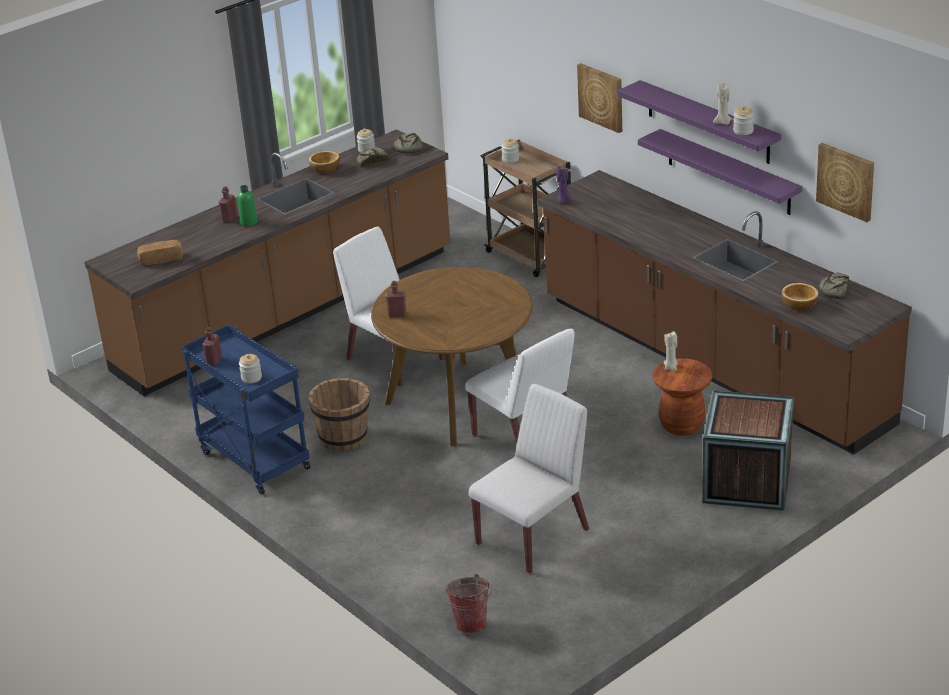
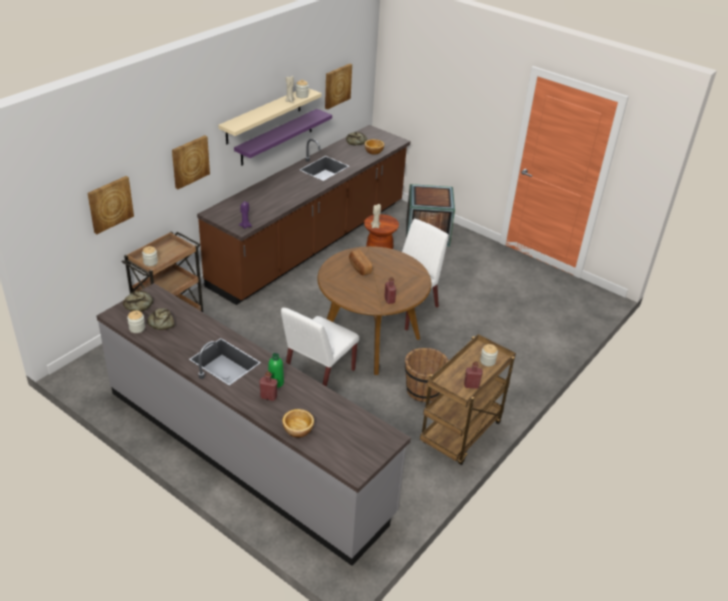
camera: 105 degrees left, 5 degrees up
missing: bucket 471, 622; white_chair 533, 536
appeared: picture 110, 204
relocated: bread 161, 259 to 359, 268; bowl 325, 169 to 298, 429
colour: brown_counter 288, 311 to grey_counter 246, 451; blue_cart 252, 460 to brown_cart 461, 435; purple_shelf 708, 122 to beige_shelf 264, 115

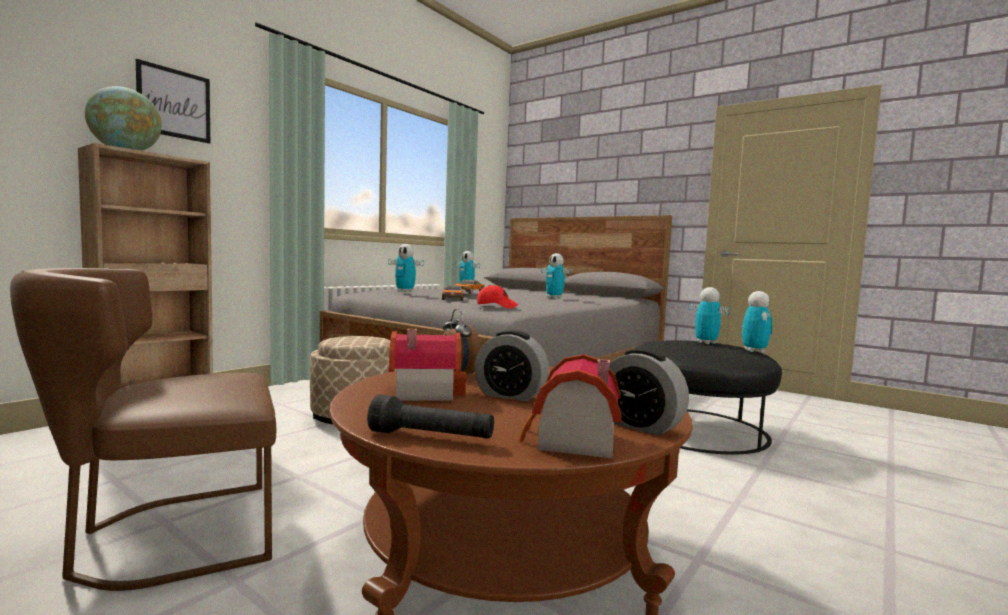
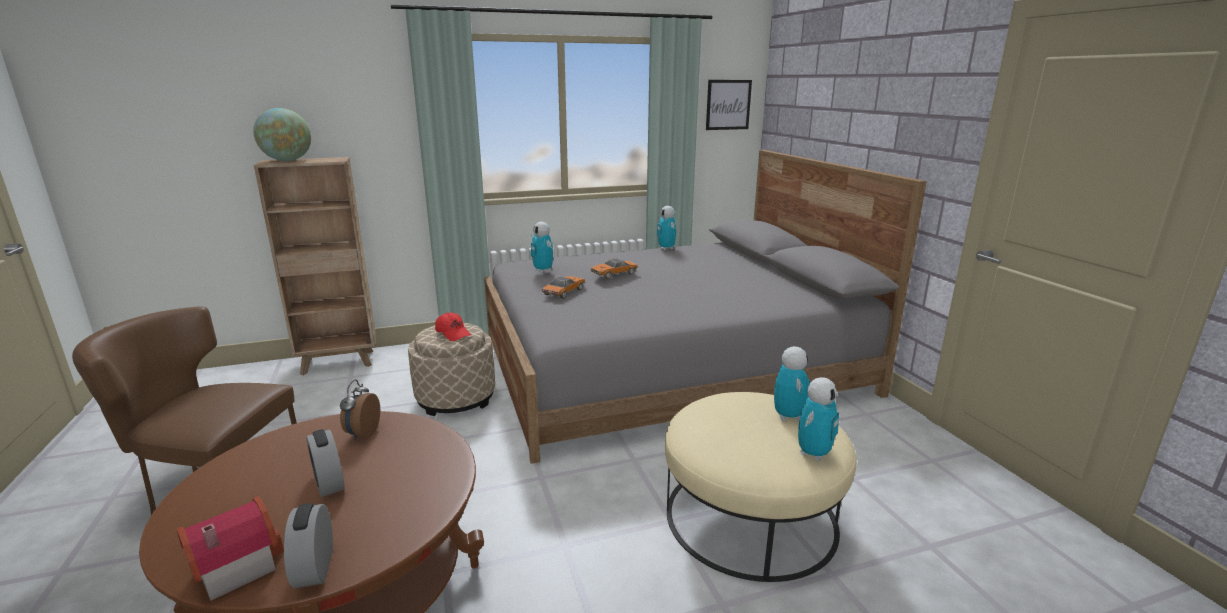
camera: 35 degrees right, 15 degrees up
missing: black_flashlight 431, 437; toy_house 422, 392; toy_robot 554, 298
relocated: picture 174, 103 to 728, 105; red_cap 497, 306 to 453, 333
colour: black_ottoman 696, 429 to beige_ottoman 750, 516

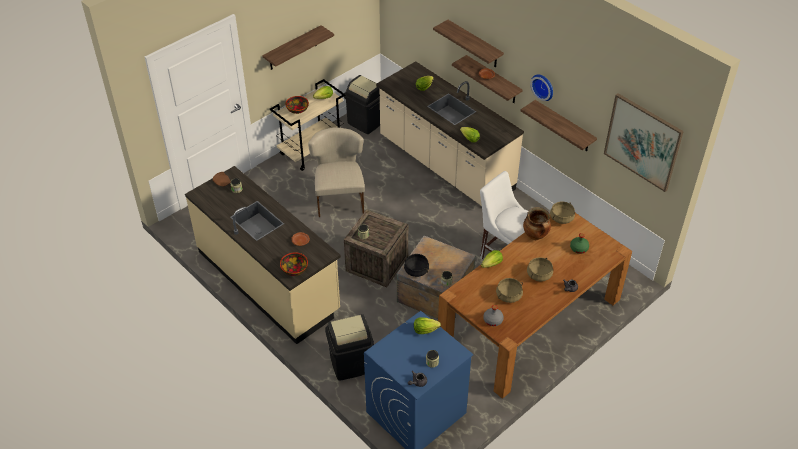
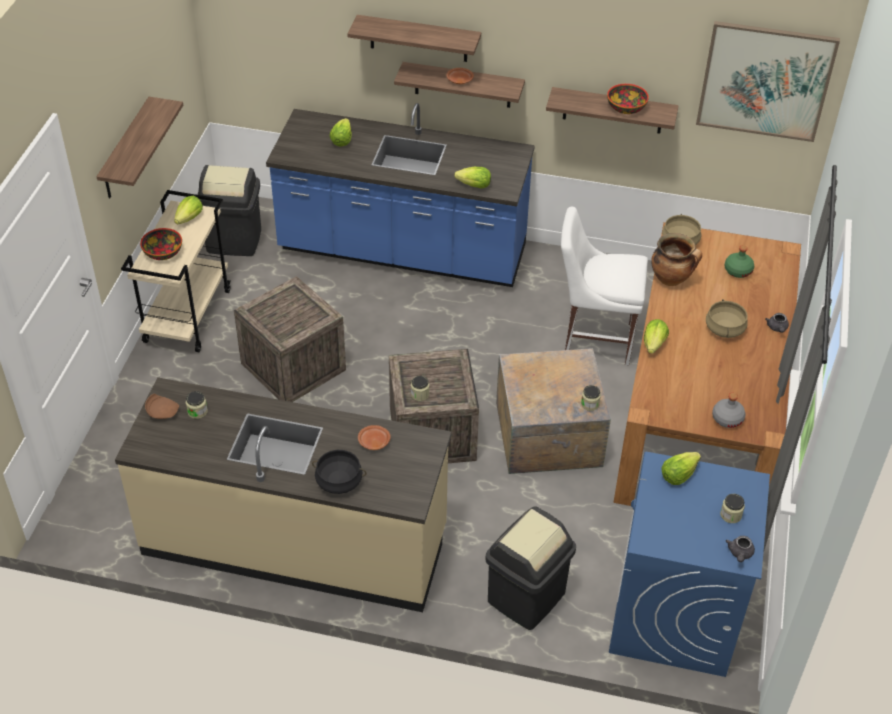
camera: 35 degrees left, 0 degrees up
missing: beige_cooking_pot 509, 296; wall_clock 543, 86
relocated: bowl 294, 269 to 626, 108; black_cooking_pot 416, 270 to 339, 481
exchanged: beige_chair 339, 198 to crate 293, 366
colour: beige_counter 445, 164 to blue_counter 402, 251

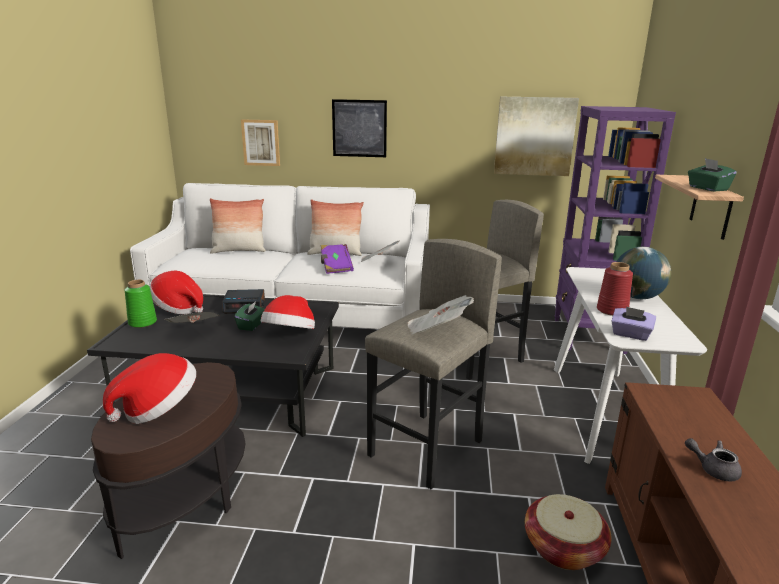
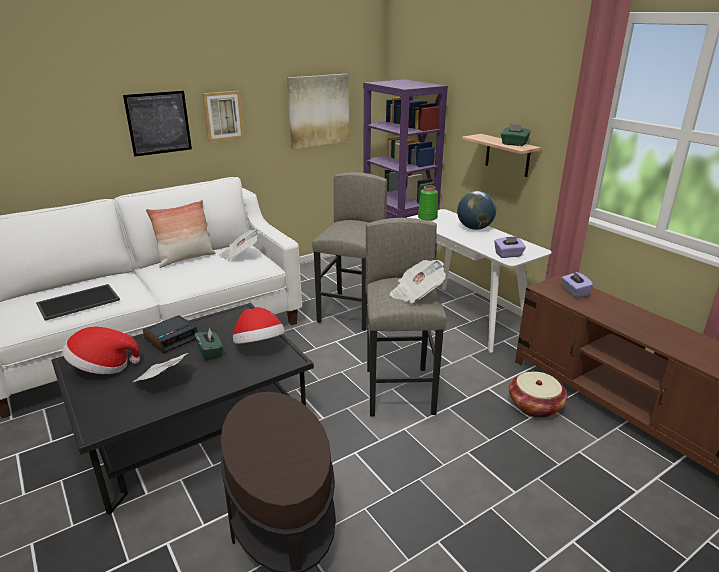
camera: 40 degrees left, 5 degrees up
missing: hat 158, 409; pillow 239, 251; purple_book 335, 267; red_vase 611, 310; grey_teapot 713, 469
appeared: tray 79, 301; purple_tissue_box 574, 292
relocated: green_vase 142, 322 to 427, 218; picture 261, 142 to 223, 116

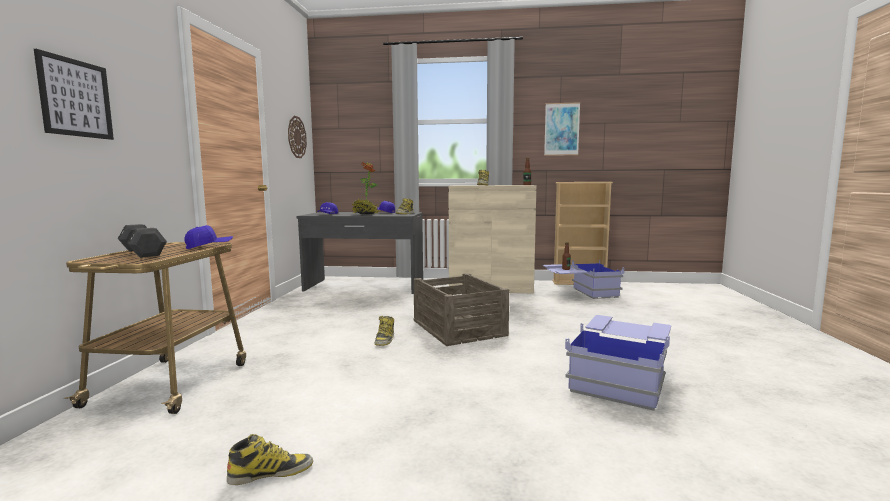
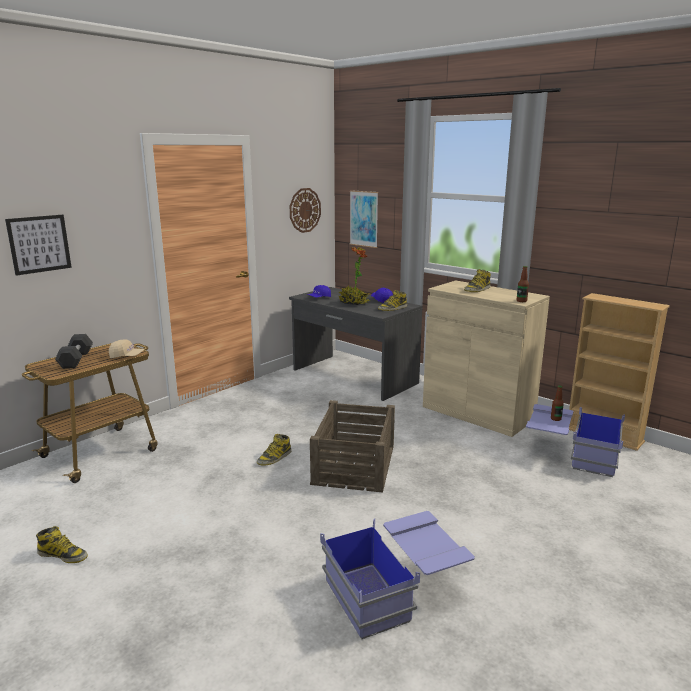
camera: 35 degrees right, 10 degrees up
relocated: picture 561, 129 to 363, 219
colour: blue_cap 209, 247 to beige_cap 127, 356

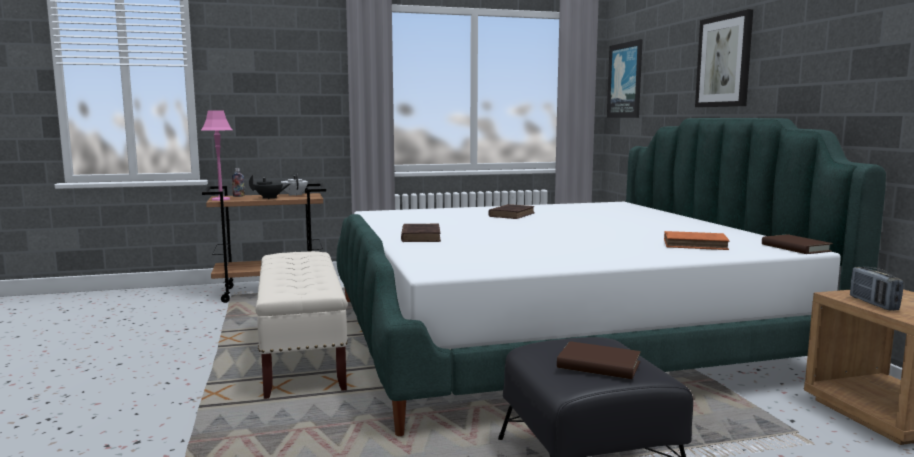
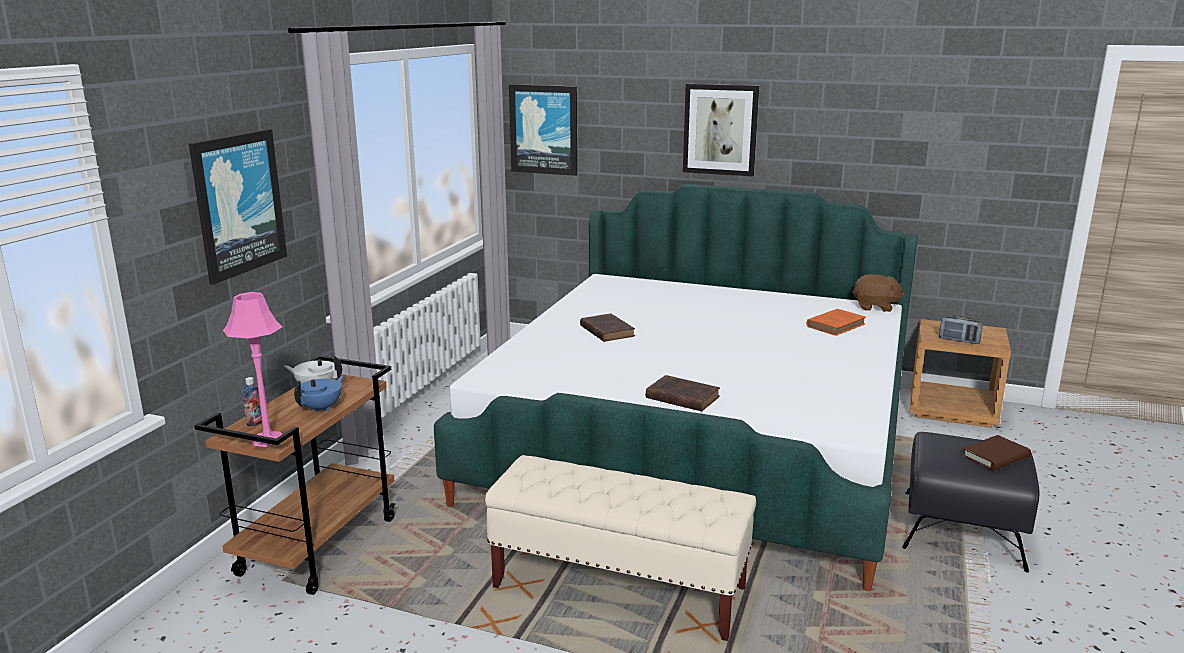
camera: 55 degrees left, 10 degrees up
appeared: picture 238, 204
exchanged: brown_book 795, 248 to brown_plush_toy 875, 307
colour: black_teapot 269, 198 to blue_teapot 322, 408

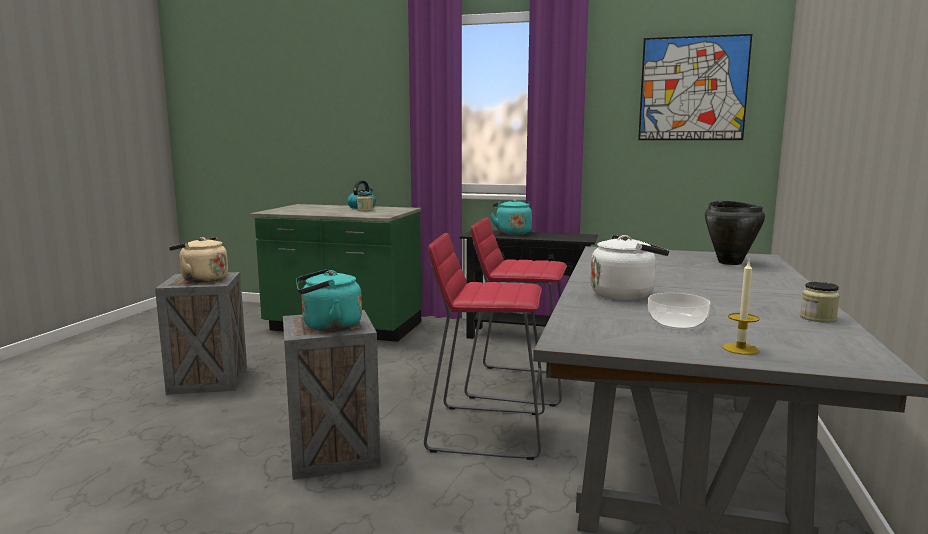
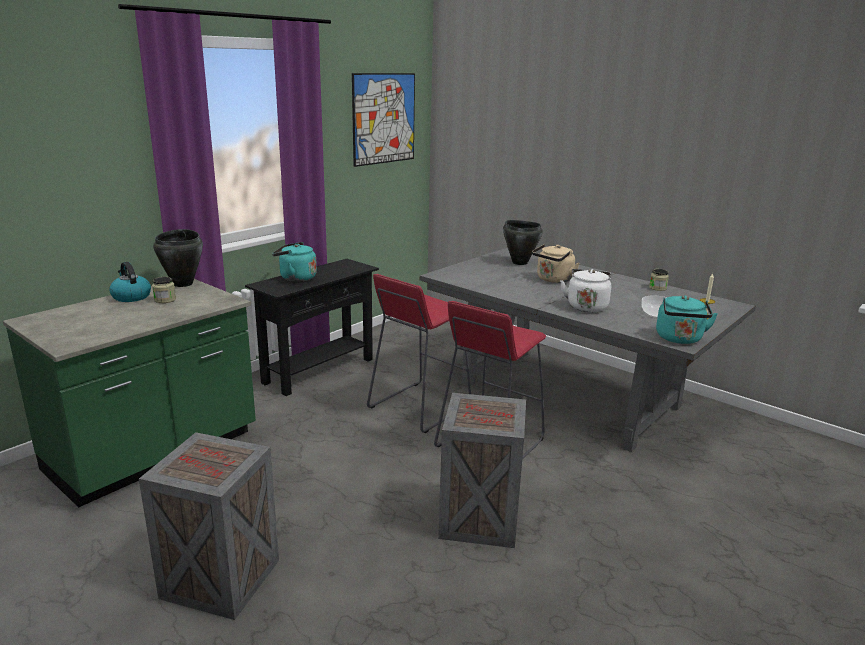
camera: 65 degrees left, 10 degrees up
appeared: black_cooking_pot 183, 284
relocated: beige_kettle 202, 279 to 553, 280; turquoise_kettle 328, 327 to 680, 339

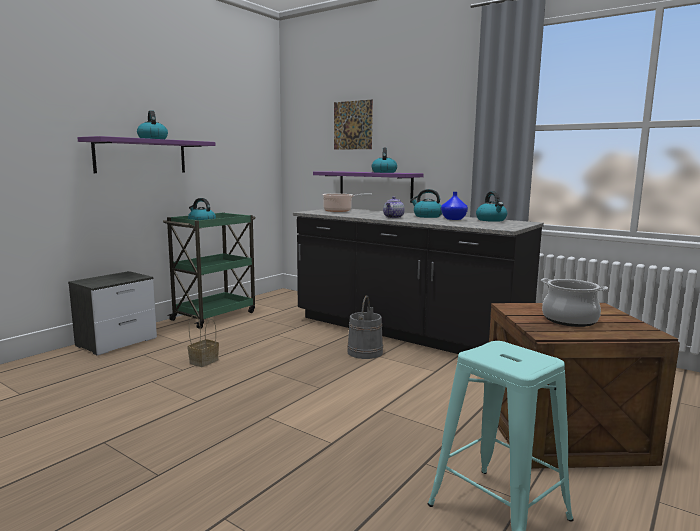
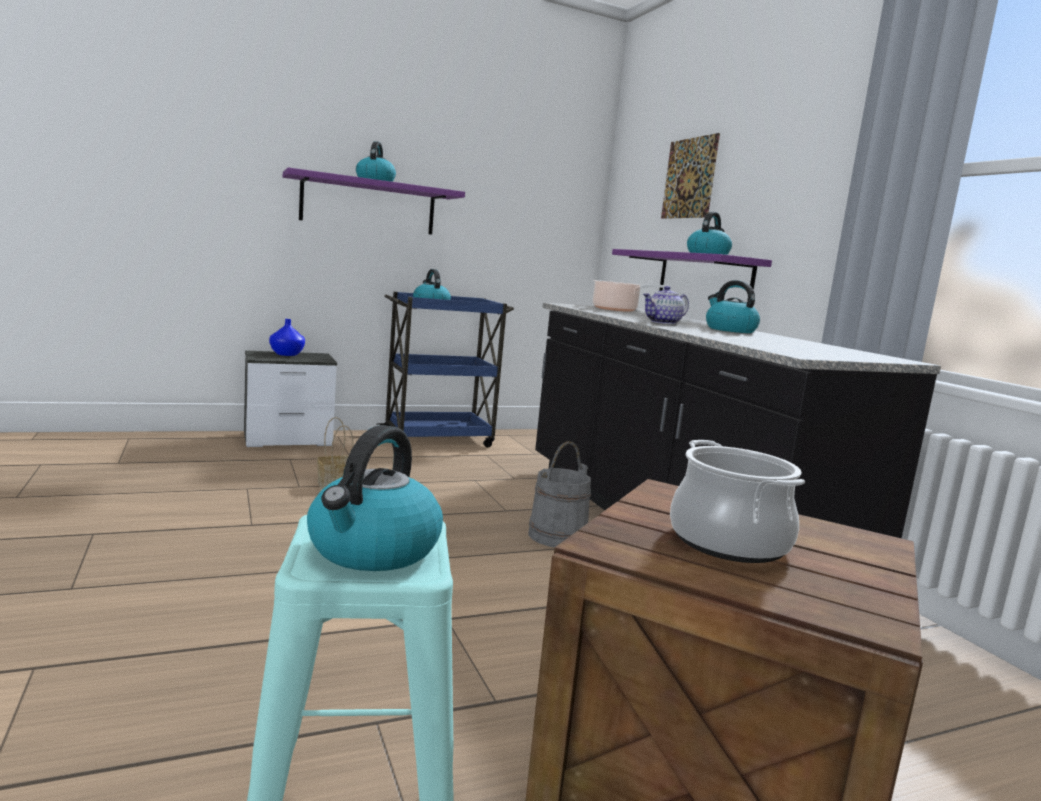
camera: 30 degrees right, 0 degrees up
relocated: blue_vase 453, 219 to 286, 354; kettle 491, 220 to 373, 550
colour: green_cart 215, 315 to blue_cart 438, 439

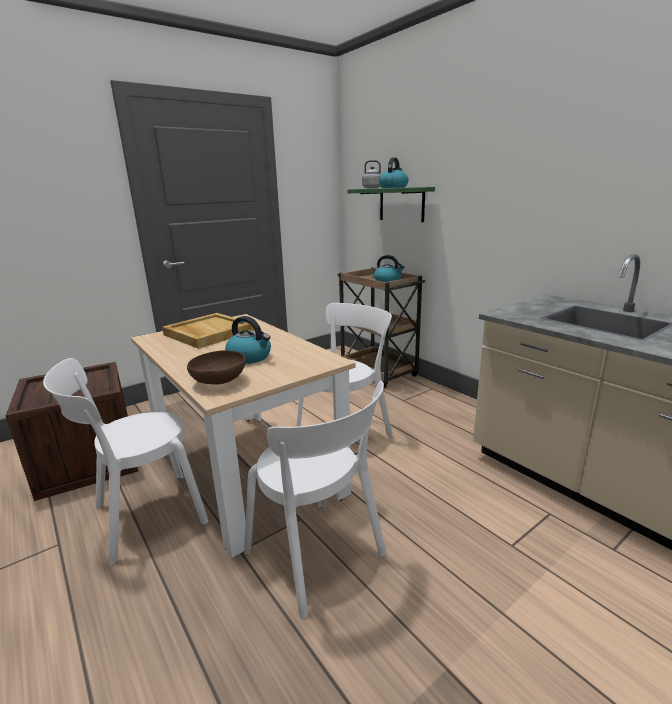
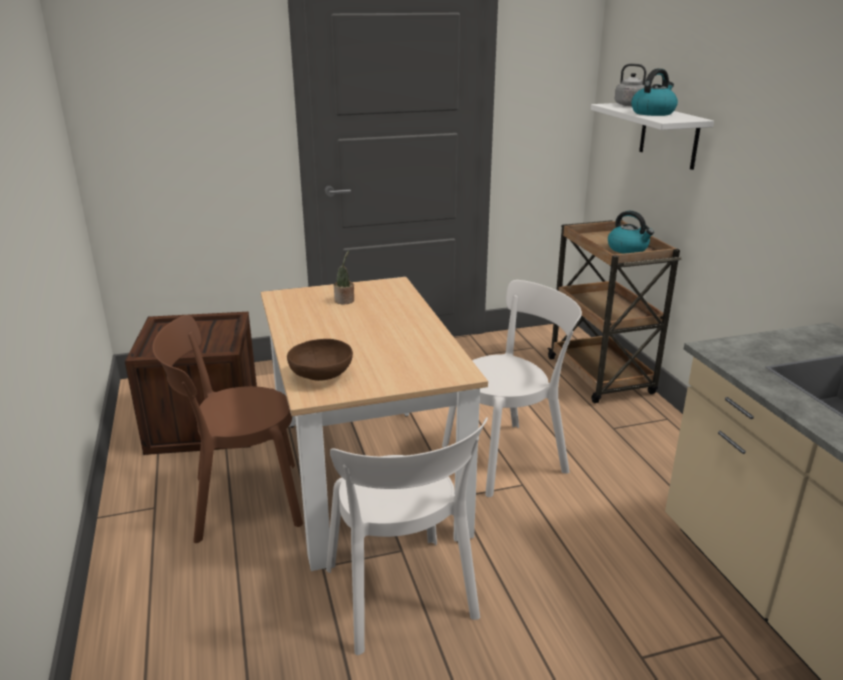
camera: 20 degrees right, 5 degrees up
missing: kettle 250, 357
exchanged: beige_tray 208, 333 to potted_plant 345, 301
colour: white_chair 144, 516 to brown_chair 240, 501; green_shelf 401, 204 to white_shelf 669, 135

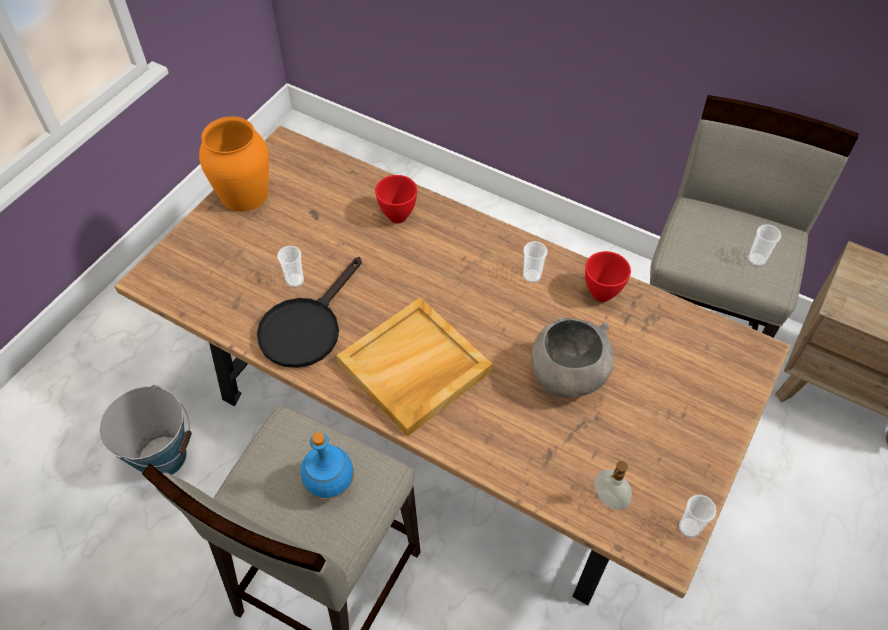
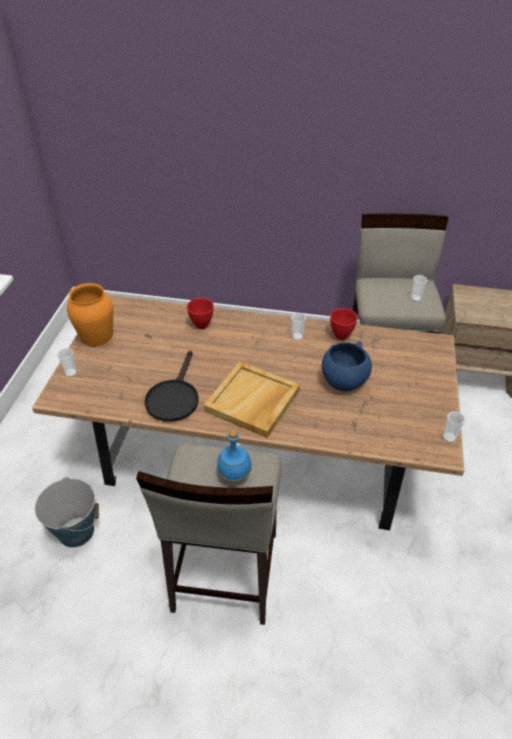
camera: 20 degrees left, 10 degrees down
missing: soap_dispenser 608, 499
relocated: cup 295, 280 to 71, 373
colour: grey_bowl 567, 377 to blue_bowl 343, 382

